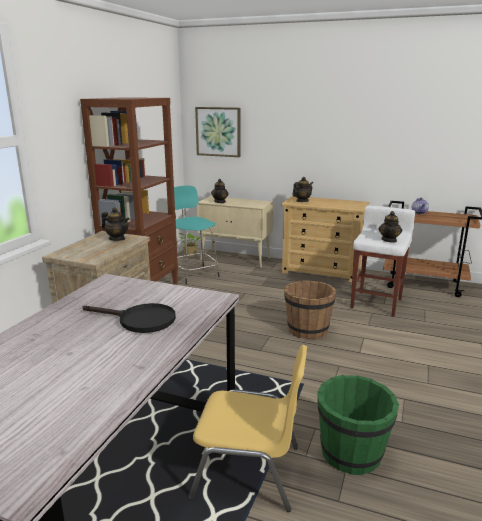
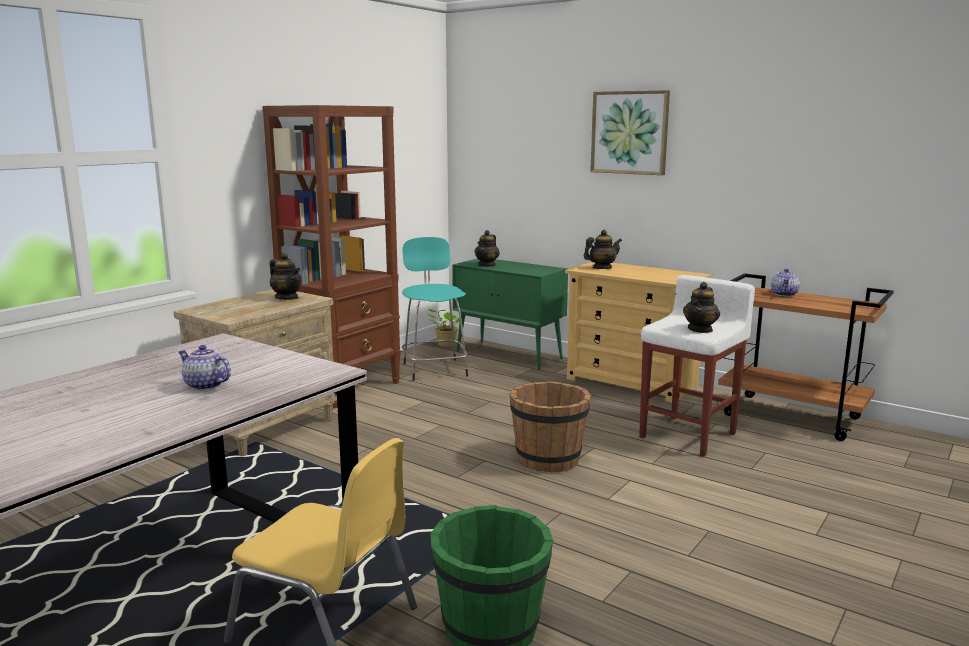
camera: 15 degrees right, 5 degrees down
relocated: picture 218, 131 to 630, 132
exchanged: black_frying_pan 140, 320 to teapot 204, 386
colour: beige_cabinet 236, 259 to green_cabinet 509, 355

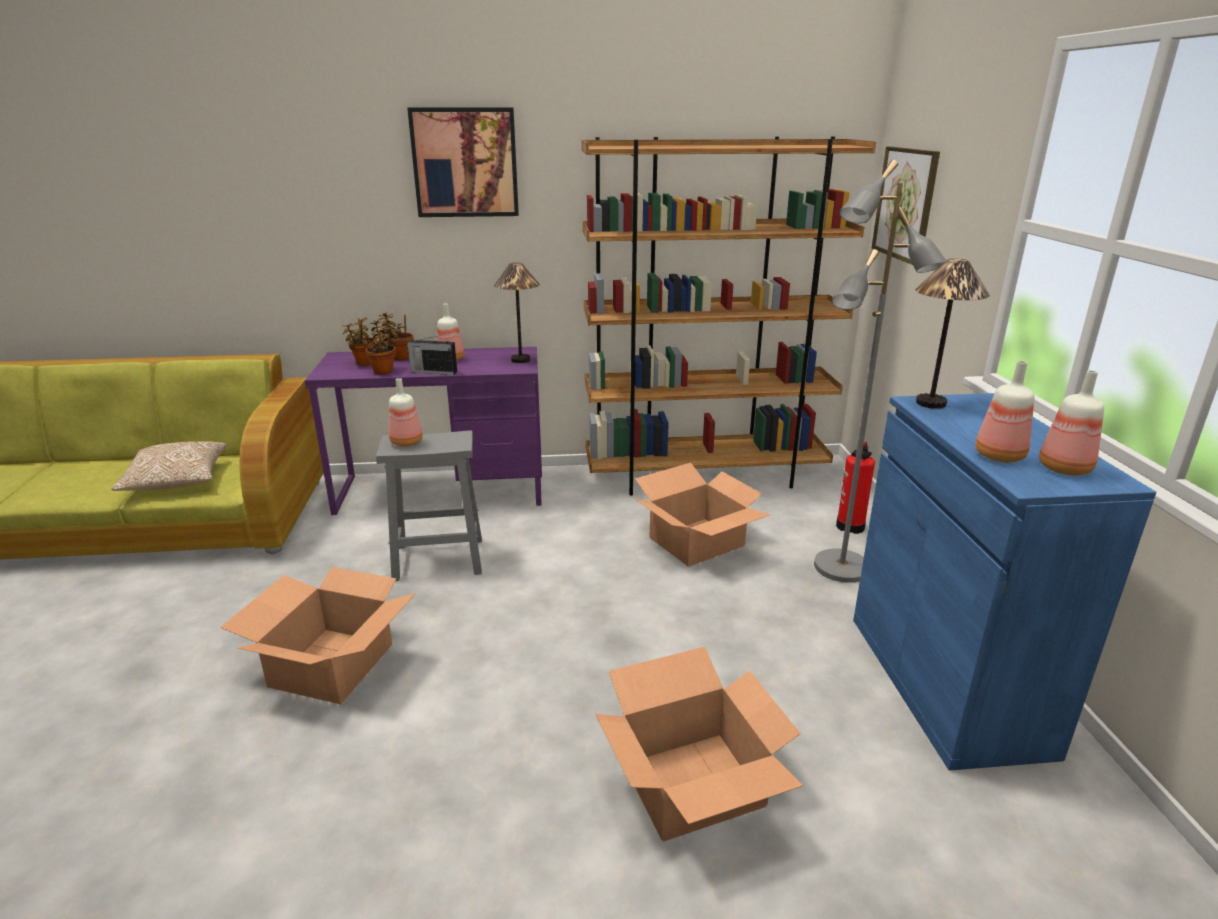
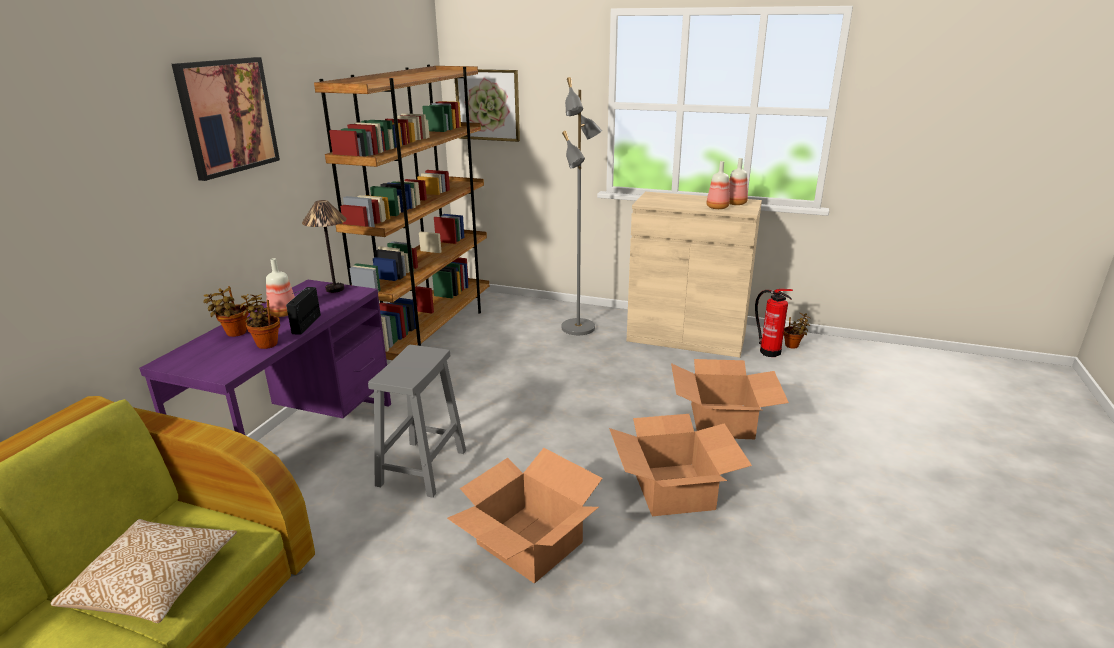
camera: 65 degrees left, 0 degrees up
missing: bottle 407, 442; table_lamp 930, 403
relocated: potted_plant 364, 363 to 793, 346; cardboard_box 697, 542 to 674, 489; fire_extinguisher 851, 525 to 768, 351
colour: blue_cabinet 946, 682 to beige_cabinet 686, 337
spun: radio 433, 372 = 307, 324 150 degrees clockwise

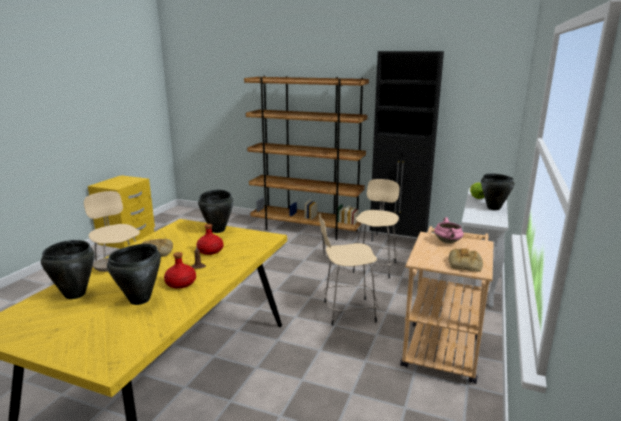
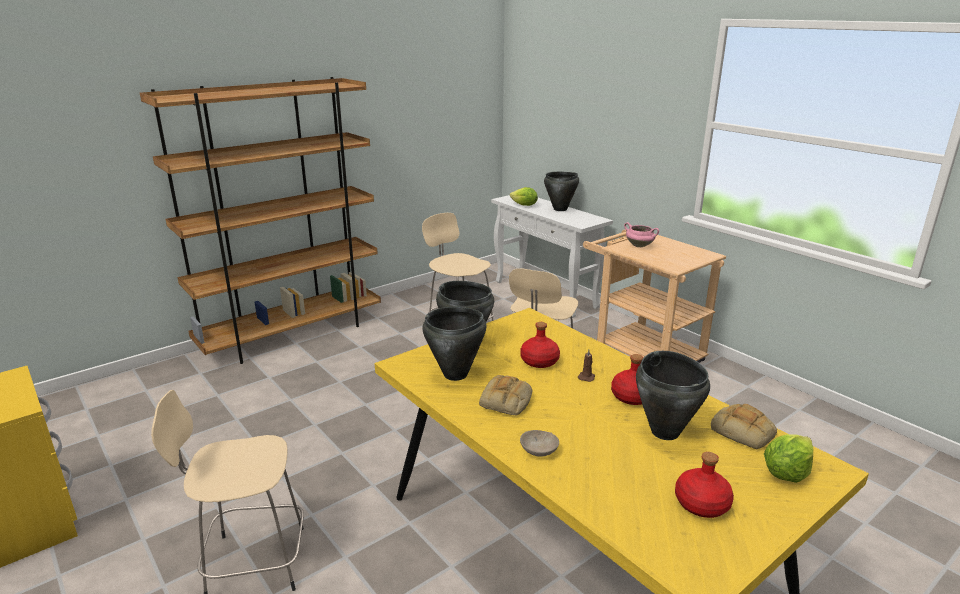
camera: 60 degrees left, 5 degrees up
missing: black_cabinet 398, 241
appeared: red_bottle 701, 504; lettuce 786, 473
relocated: black_cooking_pot 74, 294 to 455, 375; bread 465, 264 to 744, 431

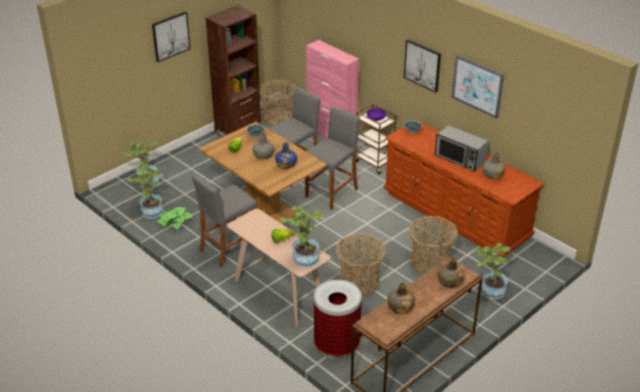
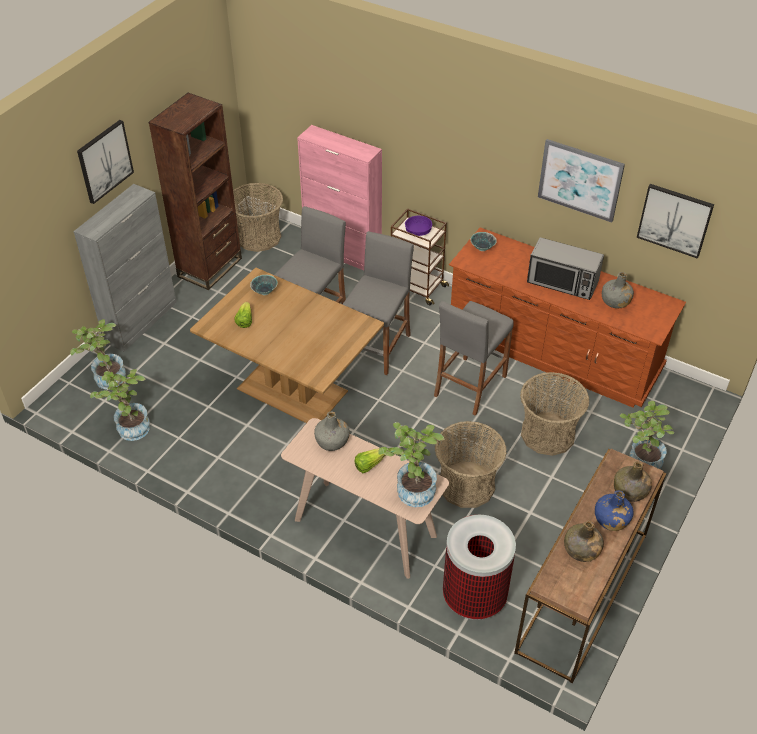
camera: 15 degrees left, 10 degrees up
missing: potted_plant 175, 221
appeared: grey_cabinet 141, 322
relocated: grey_stool 228, 249 to 469, 386; grey_bottle 263, 155 to 332, 441; blue_bottle 286, 164 to 611, 519; picture 422, 65 to 674, 220

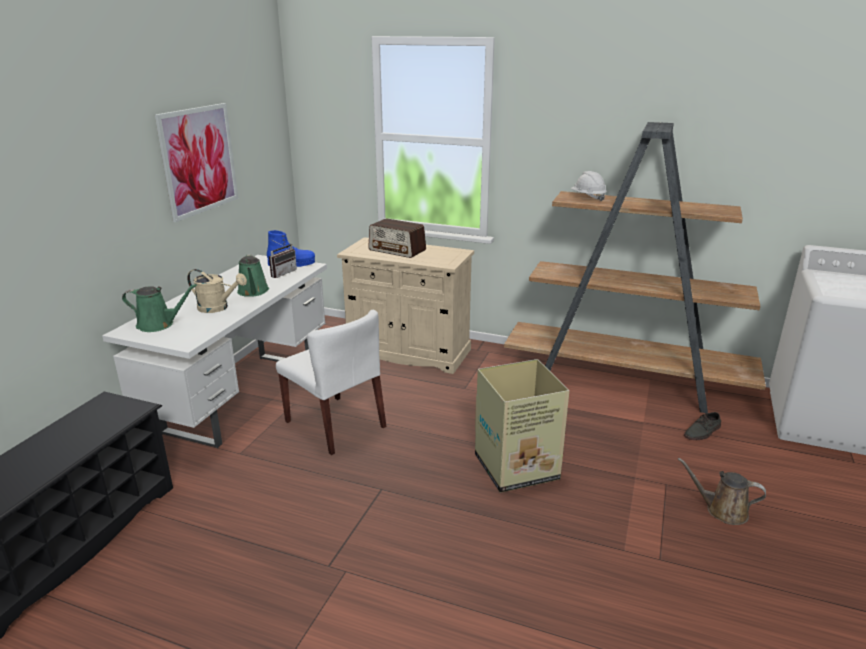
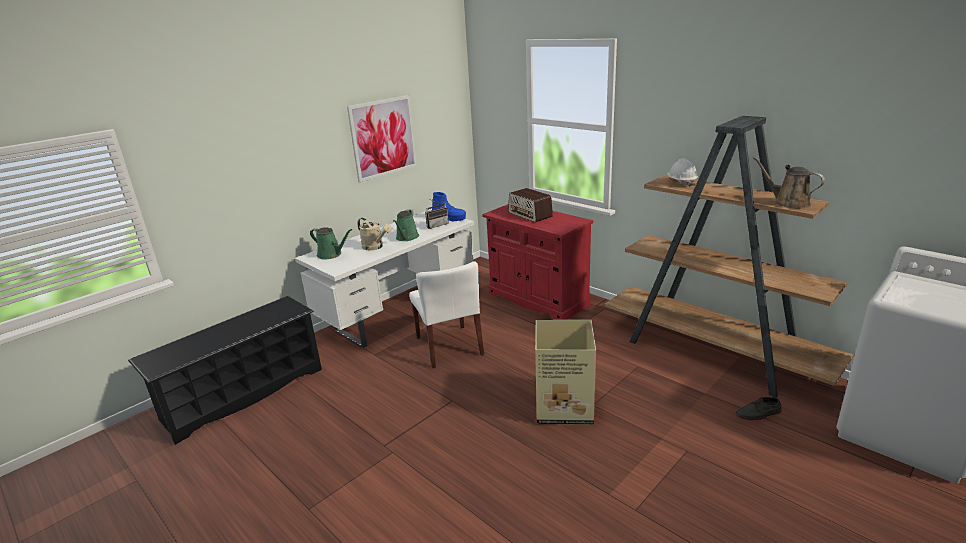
camera: 25 degrees right, 0 degrees up
relocated: brown_watering_can 722, 510 to 788, 203
colour: beige_cabinet 408, 352 to red_cabinet 537, 299

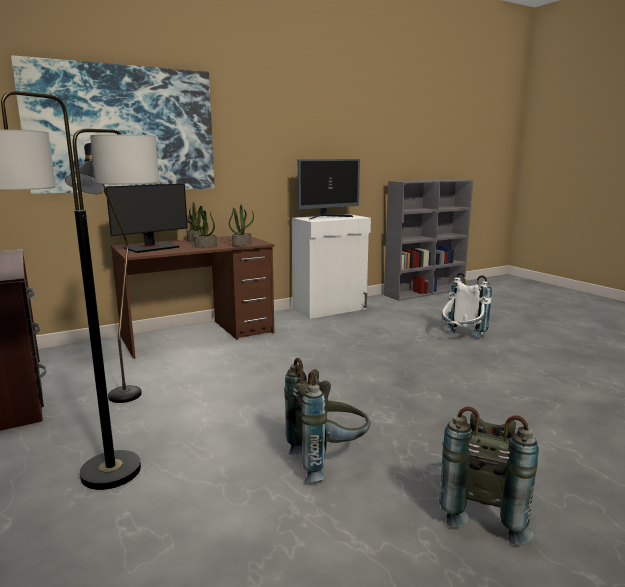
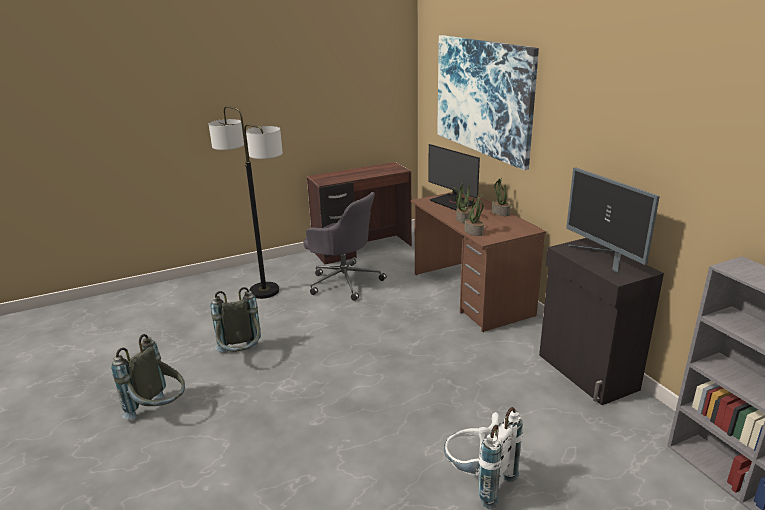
camera: 95 degrees right, 10 degrees up
exchanged: black_floor_lamp 121, 401 to grey_office_chair 344, 281
colour: white_cabinet 330, 309 to black_cabinet 586, 372

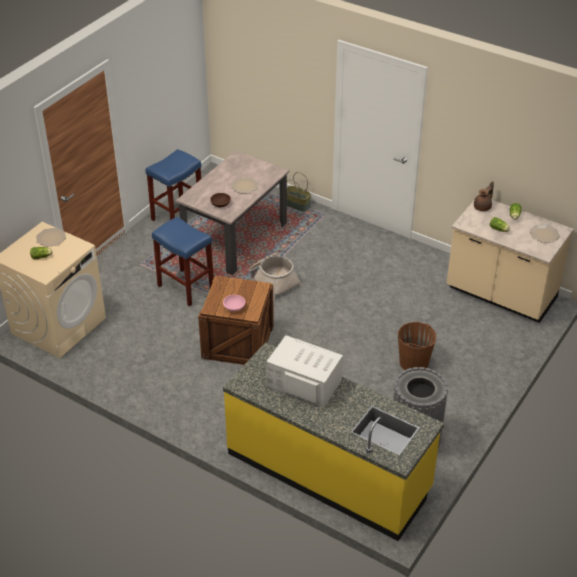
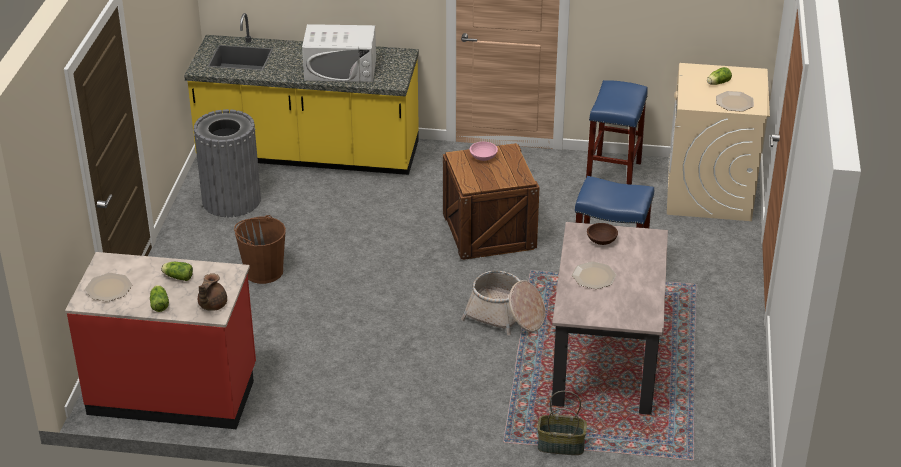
camera: 155 degrees right, 5 degrees down
relocated: blue_stool 177, 216 to 613, 175
colour: beige_counter 500, 295 to red_counter 173, 391

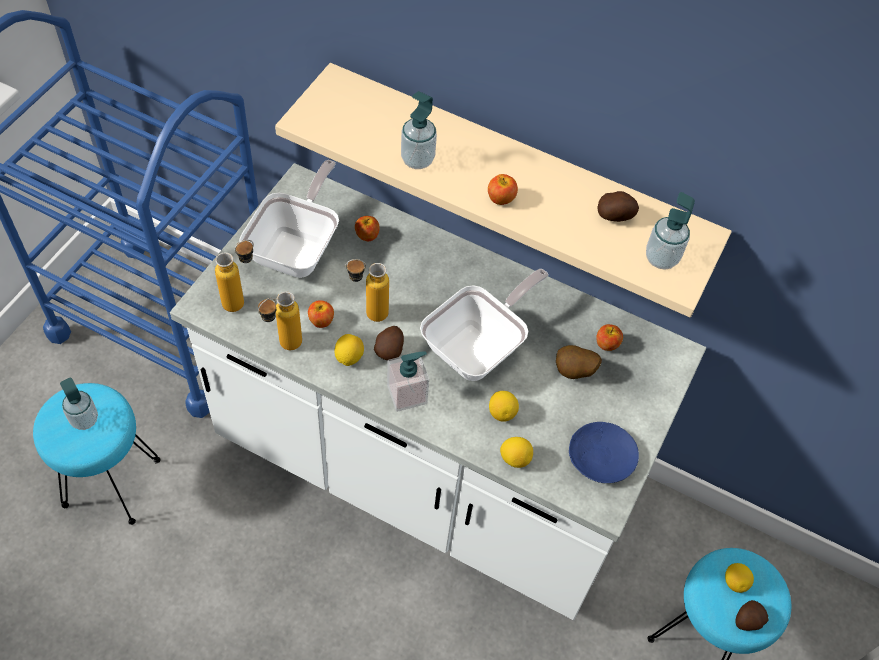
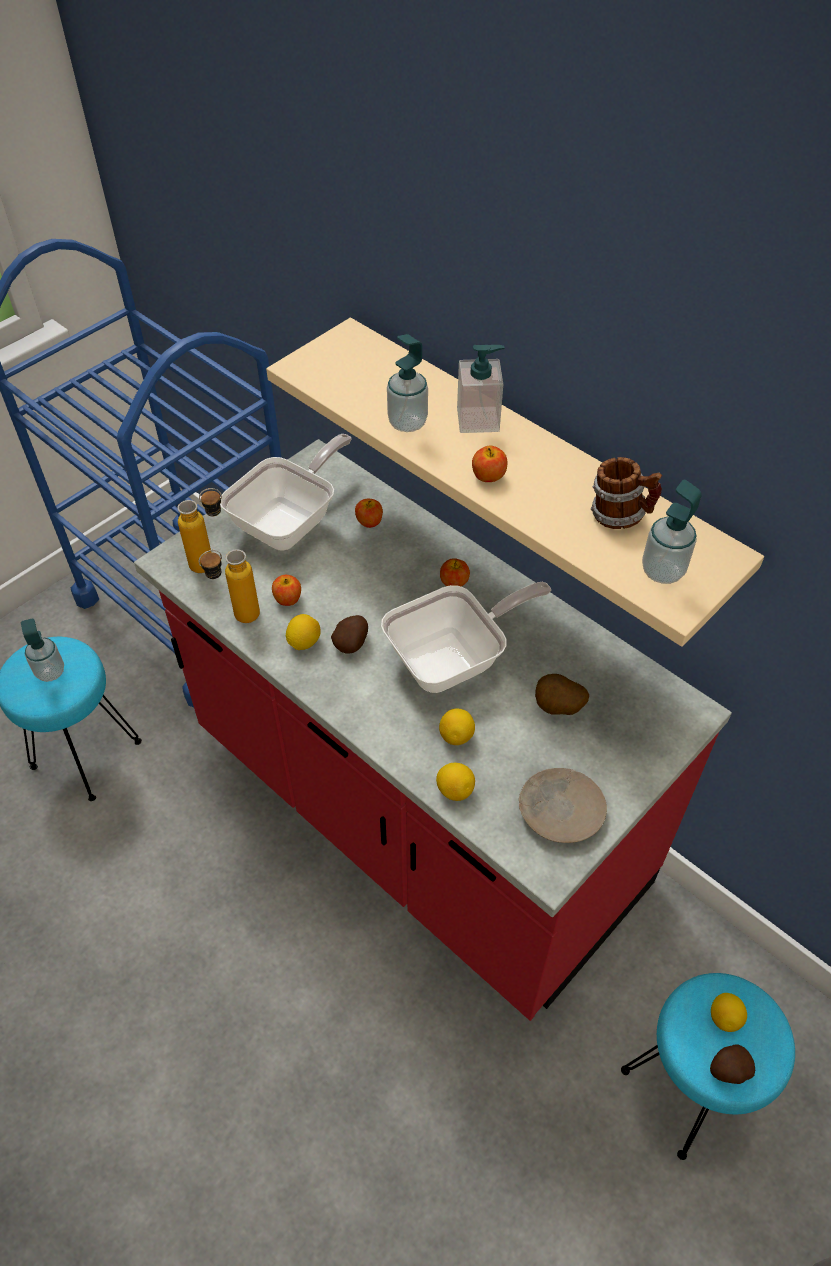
camera: 20 degrees right, 5 degrees down
missing: bottle 367, 313
relocated: soap_dispenser 407, 394 to 478, 419; apple 607, 344 to 454, 582
exchanged: potato 615, 216 to mug 620, 516
colour: white_counter 425, 469 to red_counter 415, 812; blue_plate 600, 456 to beige_plate 560, 810

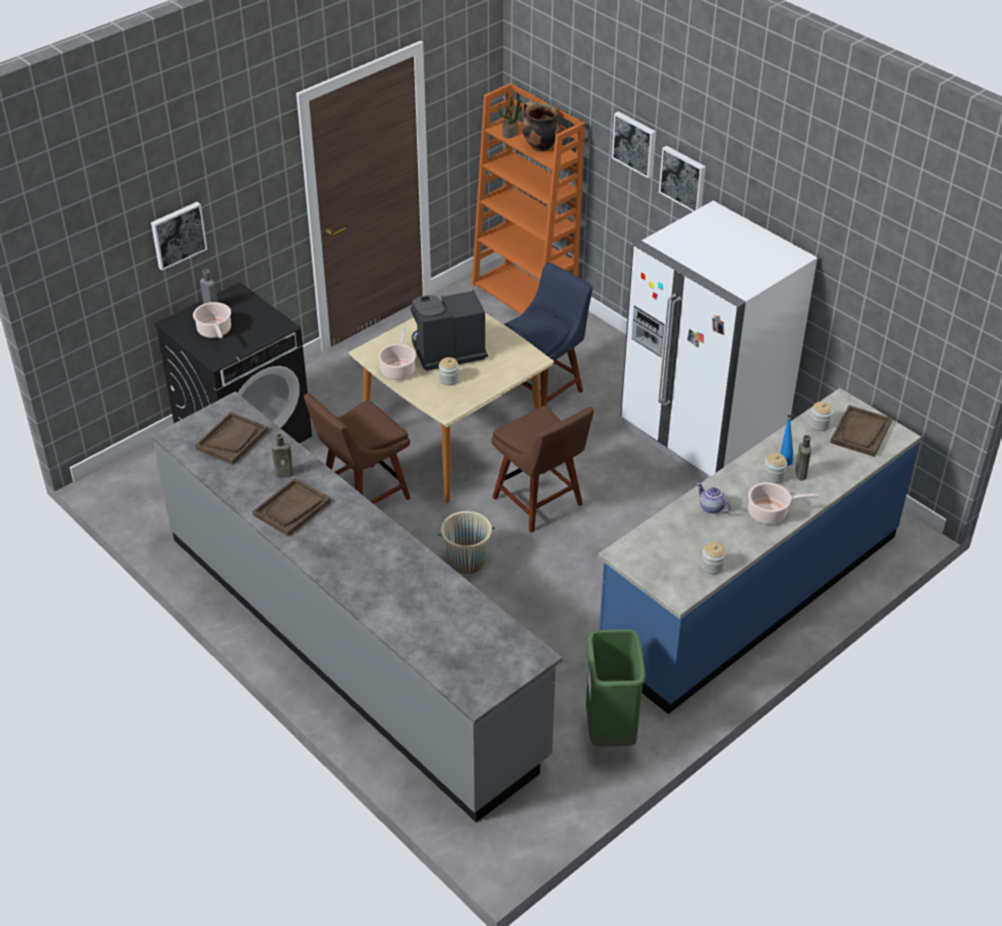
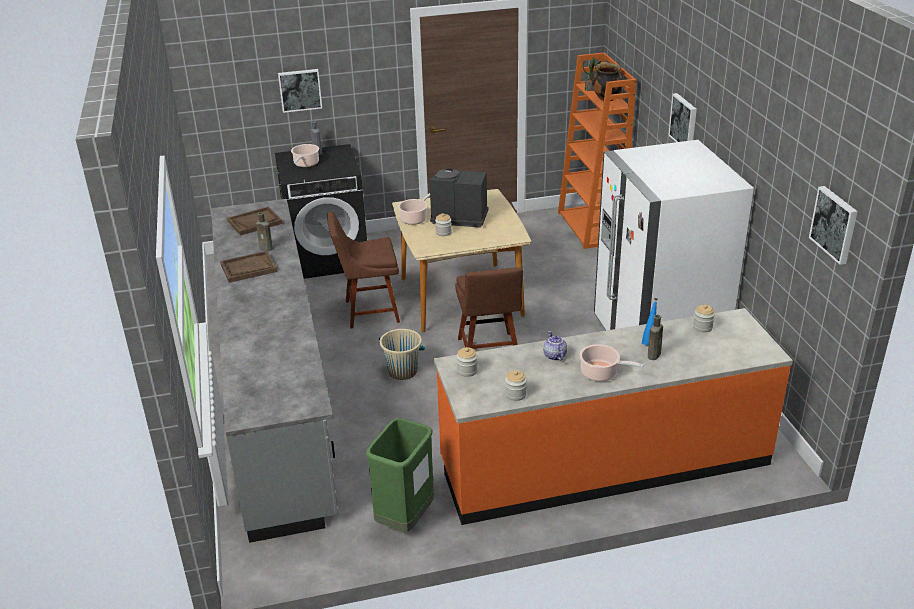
camera: 30 degrees right, 10 degrees down
missing: blue_chair 544, 389; brown_tray 861, 432
relocated: picture 635, 143 to 835, 224; jar 773, 476 to 467, 371
colour: blue_counter 749, 593 to orange_counter 604, 463

